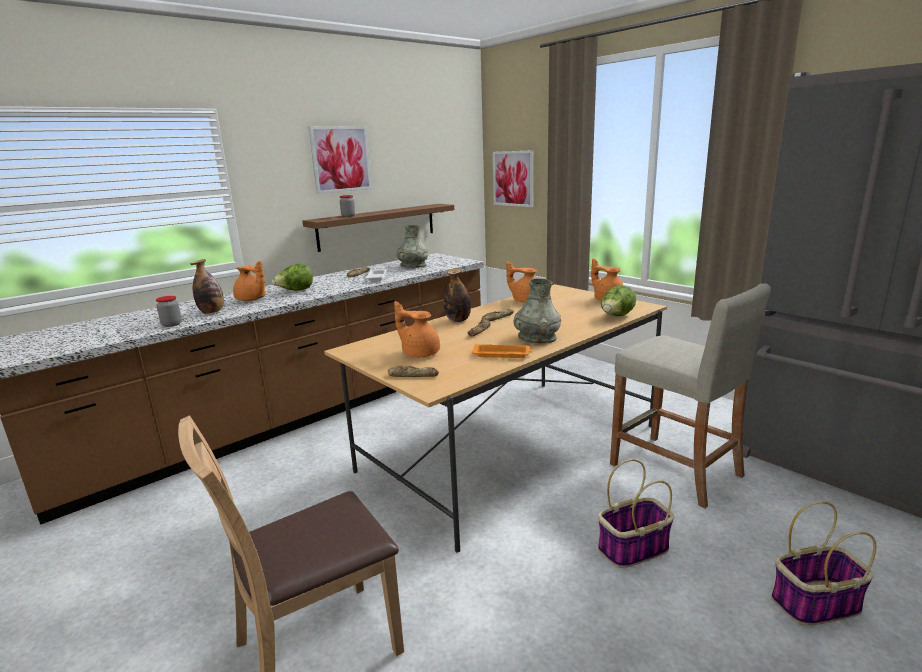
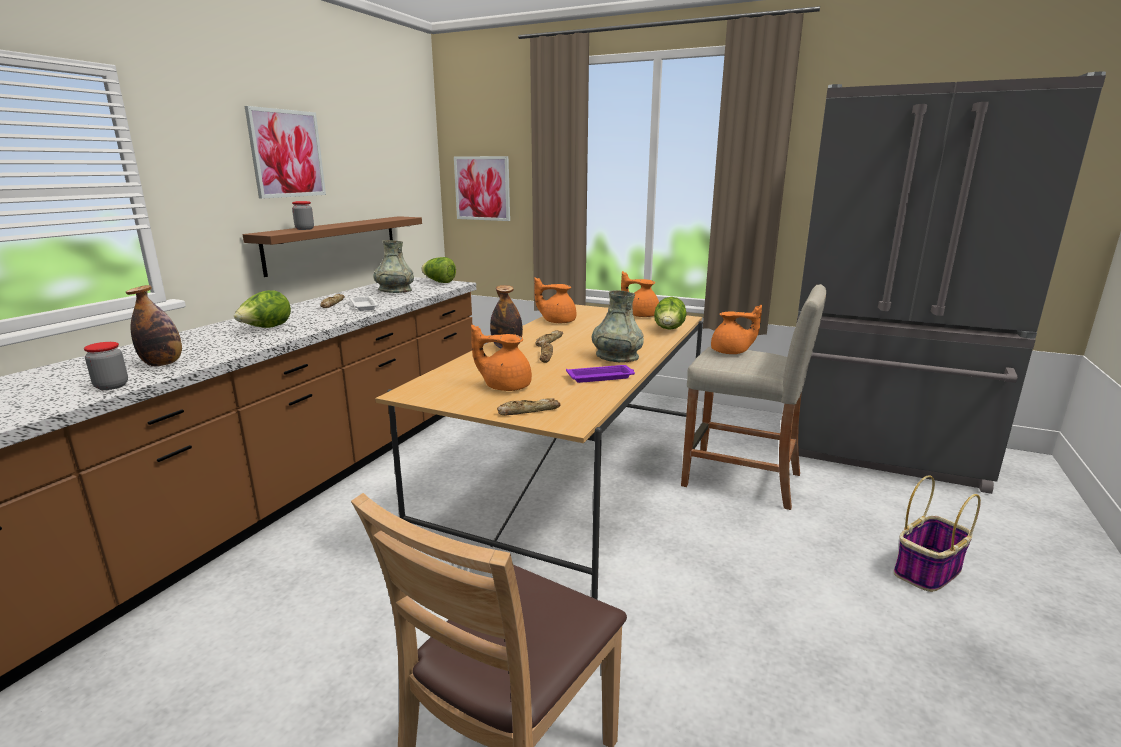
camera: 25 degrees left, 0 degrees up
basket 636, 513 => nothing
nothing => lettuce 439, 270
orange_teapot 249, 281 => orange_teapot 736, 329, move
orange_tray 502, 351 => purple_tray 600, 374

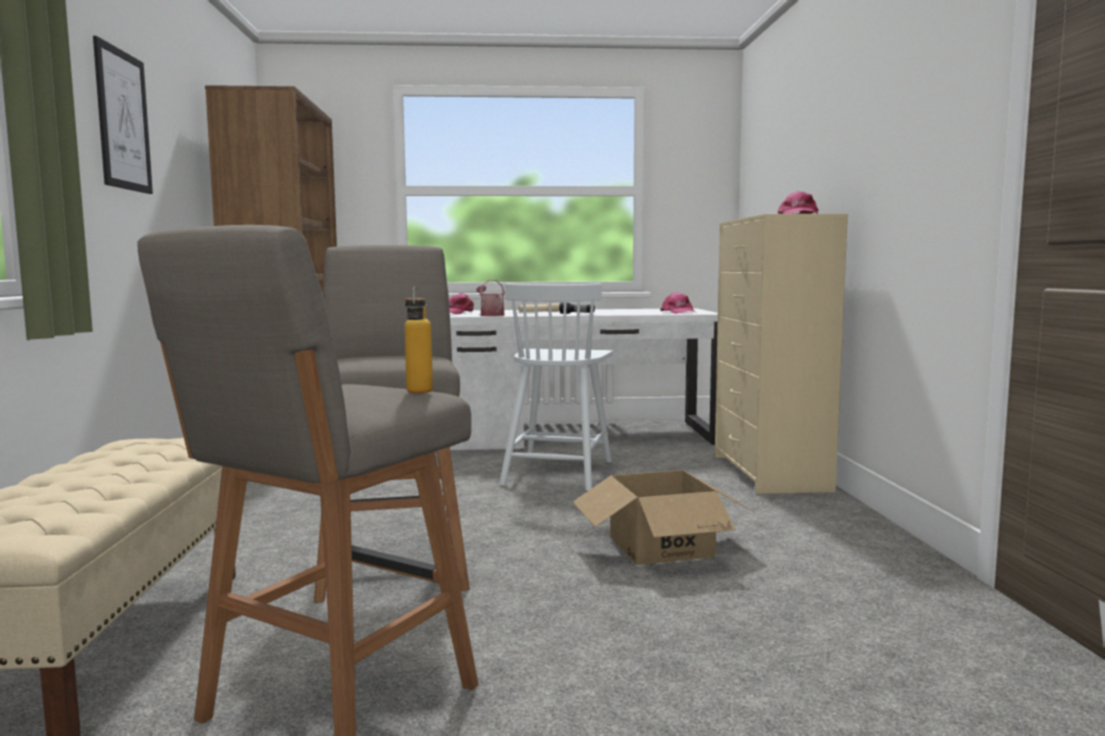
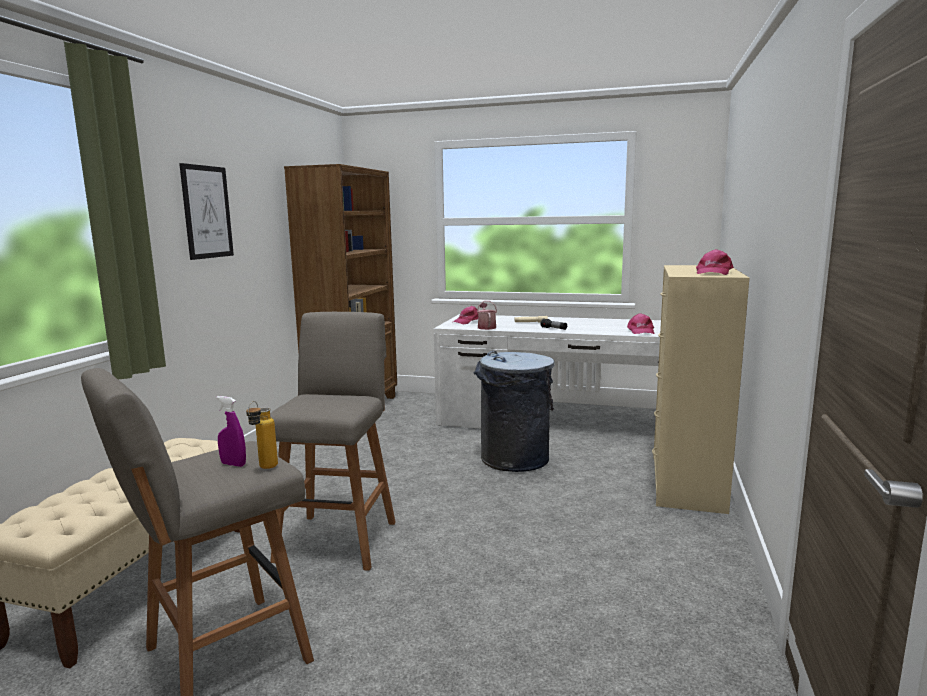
camera: 20 degrees right, 5 degrees up
cardboard_box 663, 517 => nothing
nothing => purple_spray_bottle 231, 431
white_chair 556, 387 => grey_trash_can 514, 411

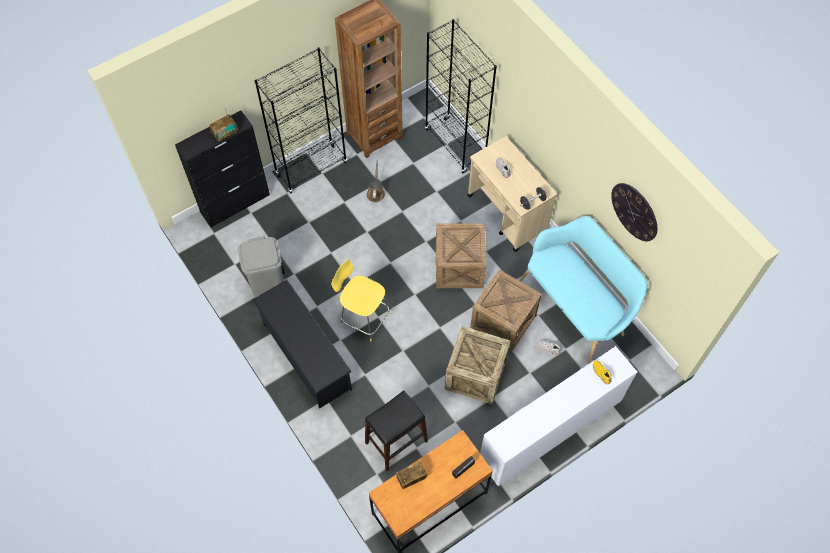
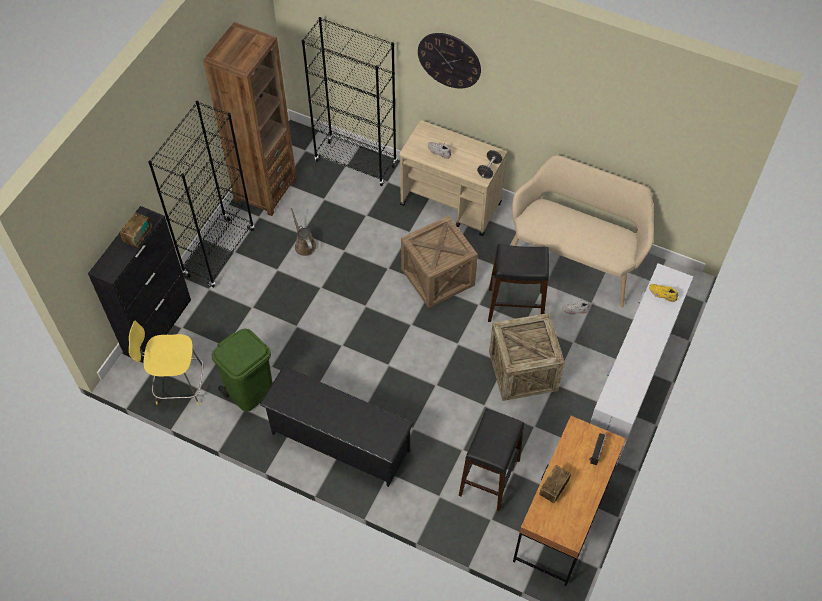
camera: 30 degrees left, 5 degrees down
yellow_stool 360, 300 => yellow_stool 166, 363, move
wall_clock 634, 212 => wall_clock 449, 61, move
crate 506, 310 => black_stool 518, 283
grey_trash_can 261, 267 => green_trash_can 242, 370
turquoise_bench 583, 290 => beige_bench 582, 231

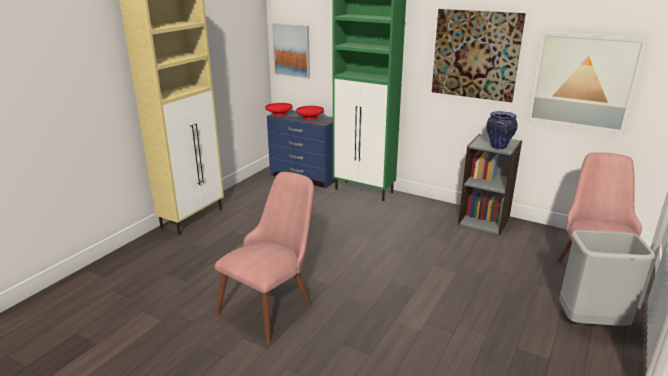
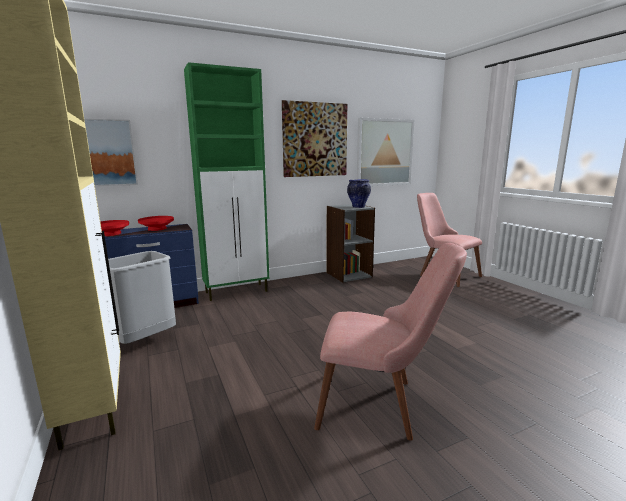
camera: 55 degrees left, 10 degrees down
grey_trash_can 607, 278 => grey_trash_can 142, 297, move
pink_chair 265, 258 => pink_chair 390, 342, 120 degrees clockwise

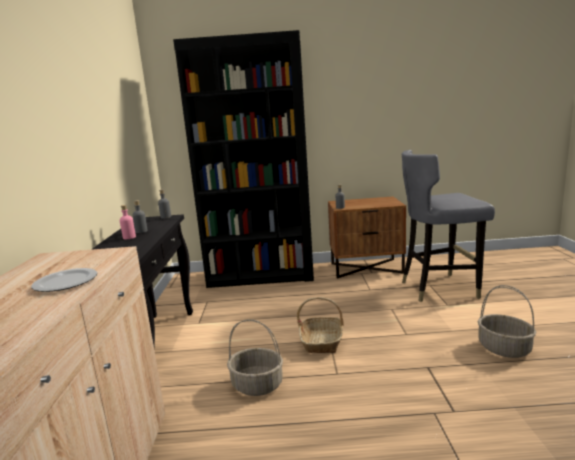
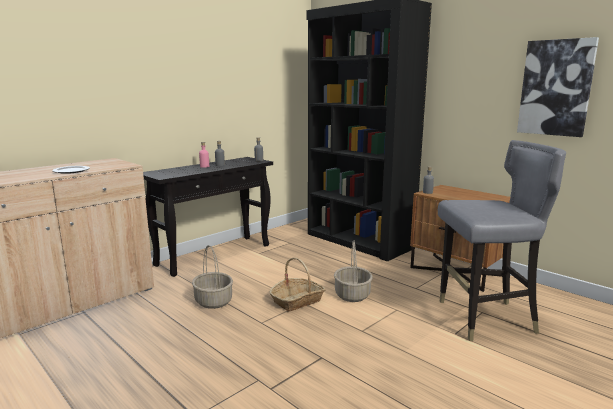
camera: 45 degrees right, 0 degrees up
nothing => picture 558, 87
basket 506, 321 => basket 353, 271, move
grey_chair 448, 226 => grey_chair 502, 240, 135 degrees clockwise

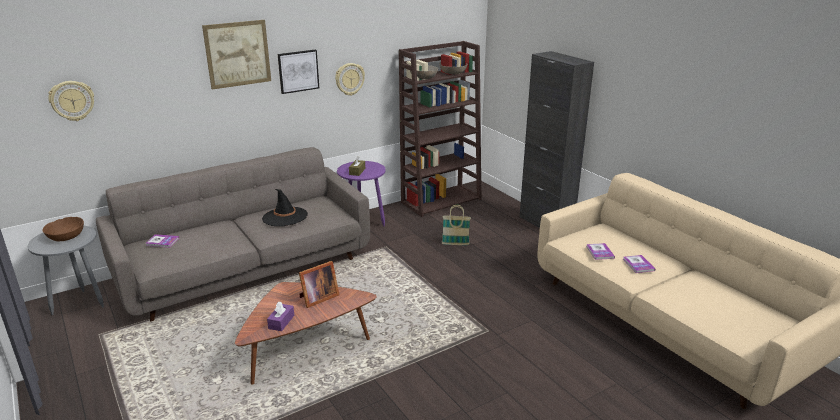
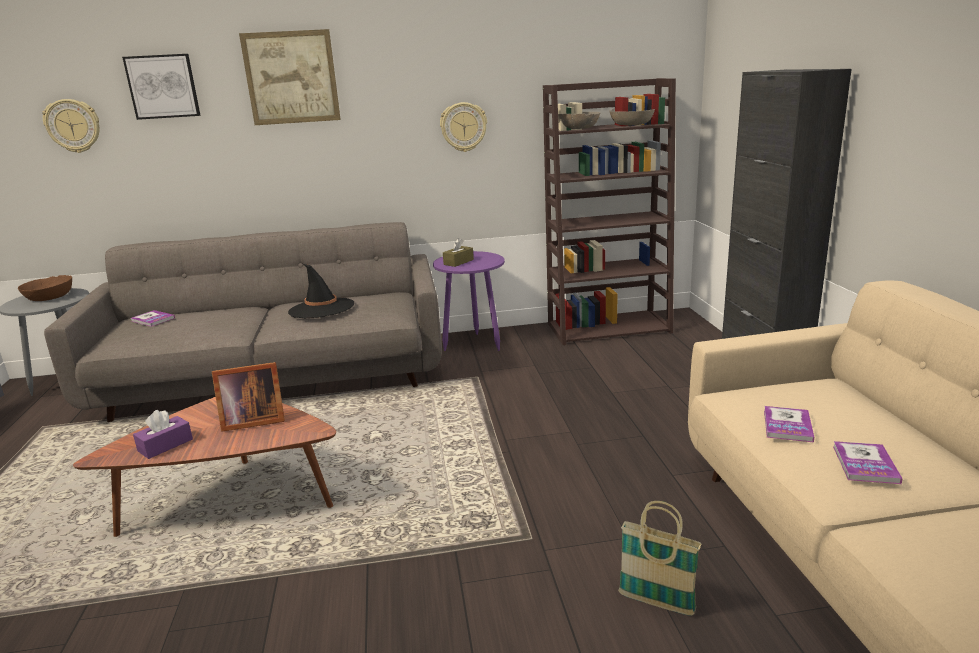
camera: 25 degrees right, 5 degrees down
picture 298, 72 => picture 161, 87, move
basket 456, 225 => basket 659, 558, move

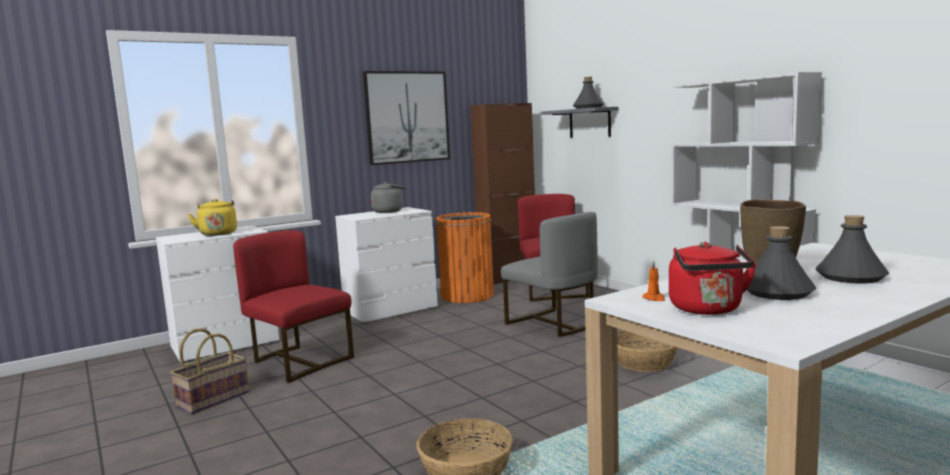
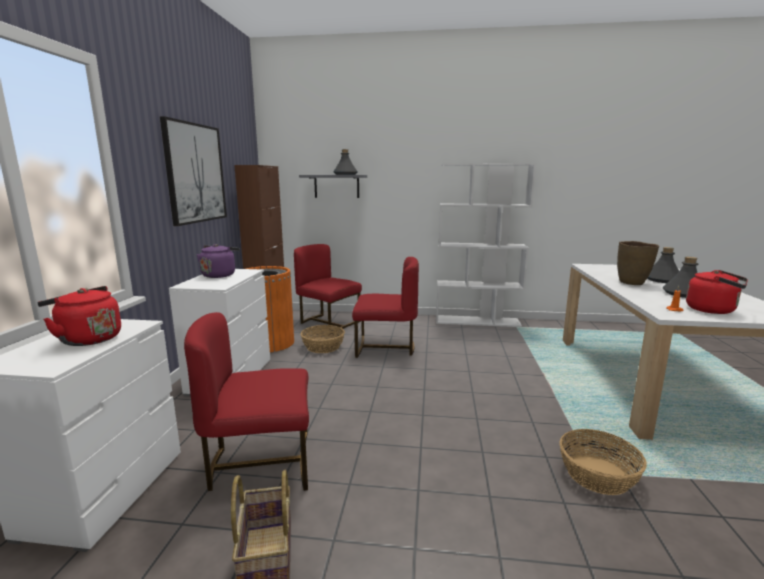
camera: 50 degrees left, 5 degrees up
basket 647, 351 => basket 323, 339, move
yellow_kettle 212, 217 => red_kettle 79, 316
grey_kettle 388, 197 => purple_kettle 218, 261
grey_chair 549, 274 => red_chair 385, 307

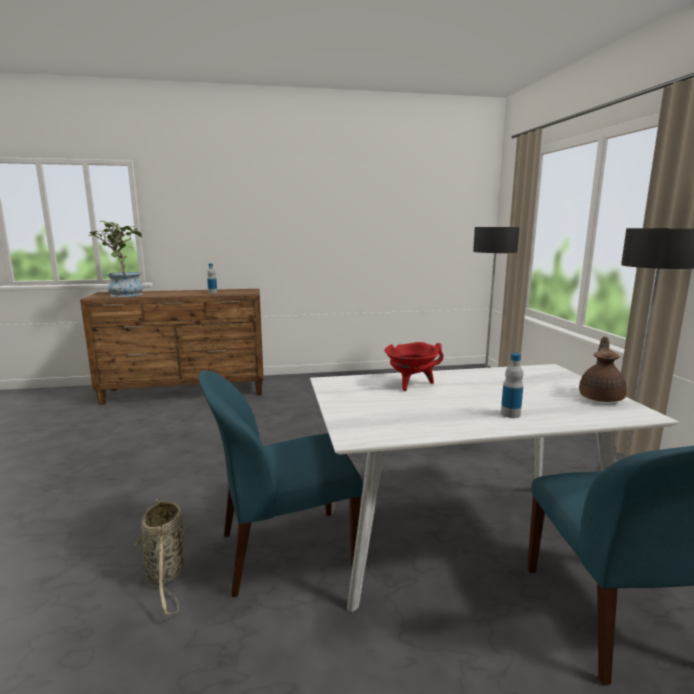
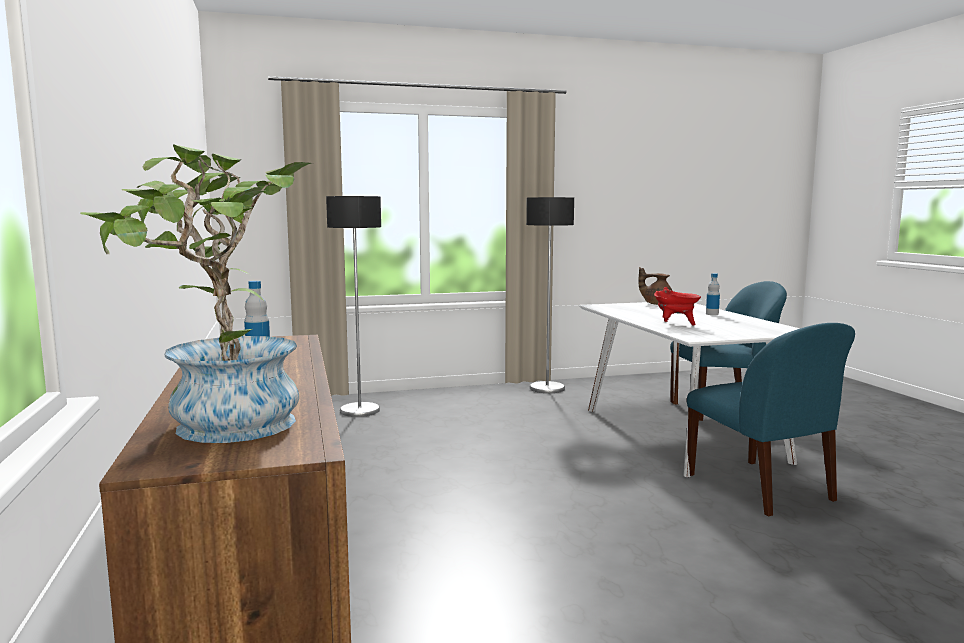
camera: 95 degrees left, 5 degrees down
basket 160, 556 => nothing

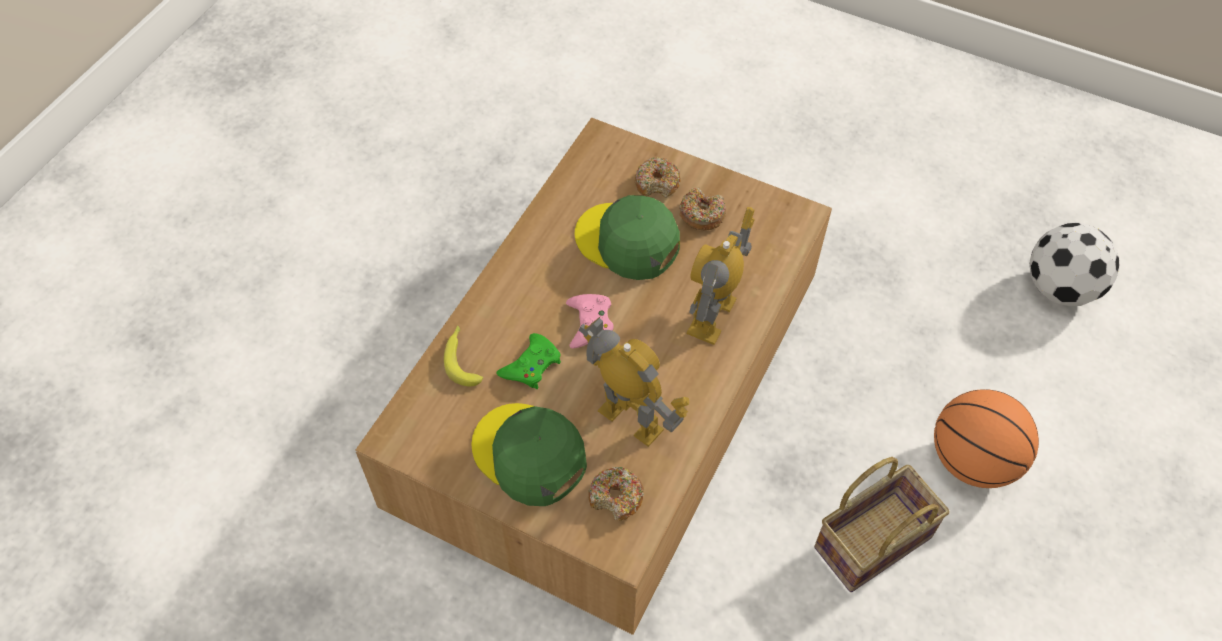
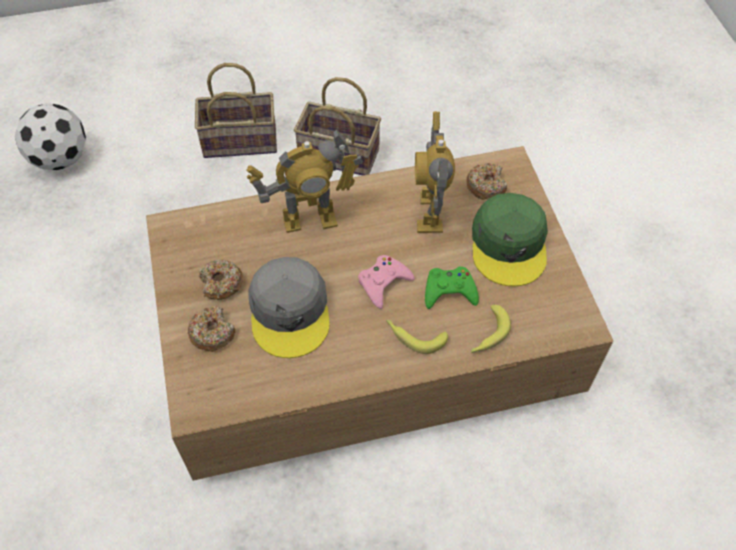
camera: 130 degrees left, 0 degrees up
nothing => banana 417, 337
basketball 986, 438 => basket 236, 110
green_cap 627, 237 => grey_cap 289, 307

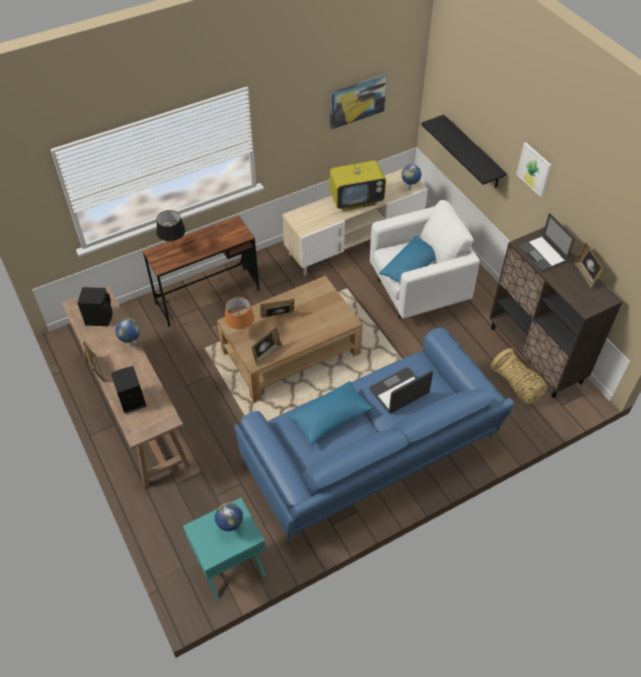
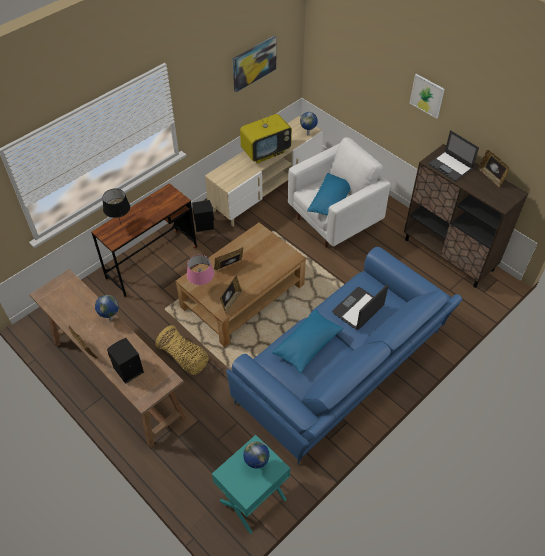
camera: 15 degrees left, 0 degrees up
black_shelf 464, 151 => nothing
black_speaker 95, 306 => black_speaker 203, 216, move
basket 518, 376 => basket 182, 350, move
orange_table_lamp 239, 316 => pink_table_lamp 200, 272

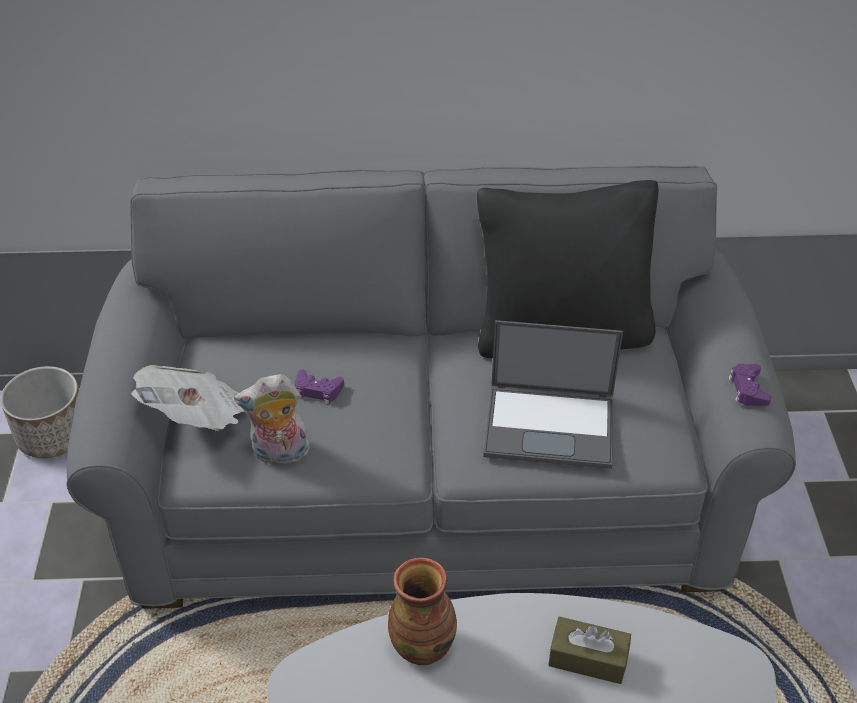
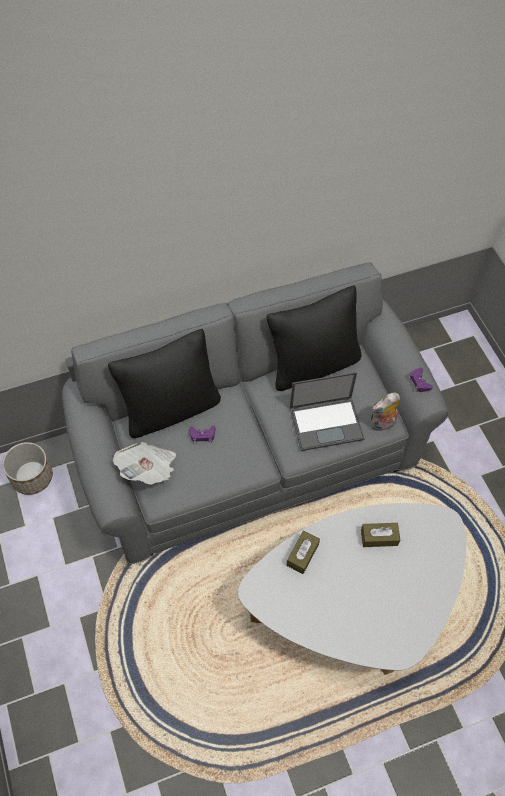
camera: 20 degrees left, 15 degrees up
nothing => black_pillow 164, 383
plush_toy 272, 419 => plush_toy 385, 412, move
vase 422, 611 => brown_tissue_box 303, 552

